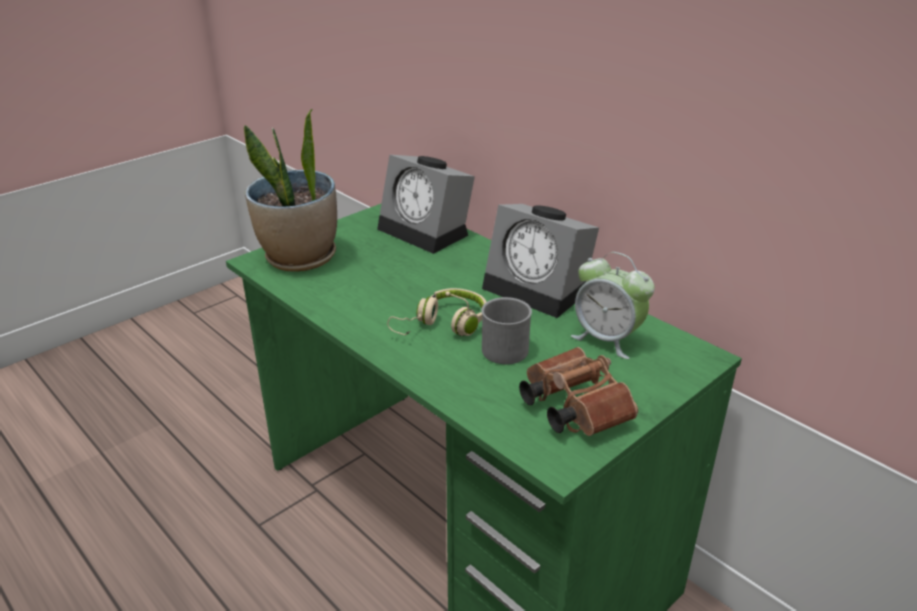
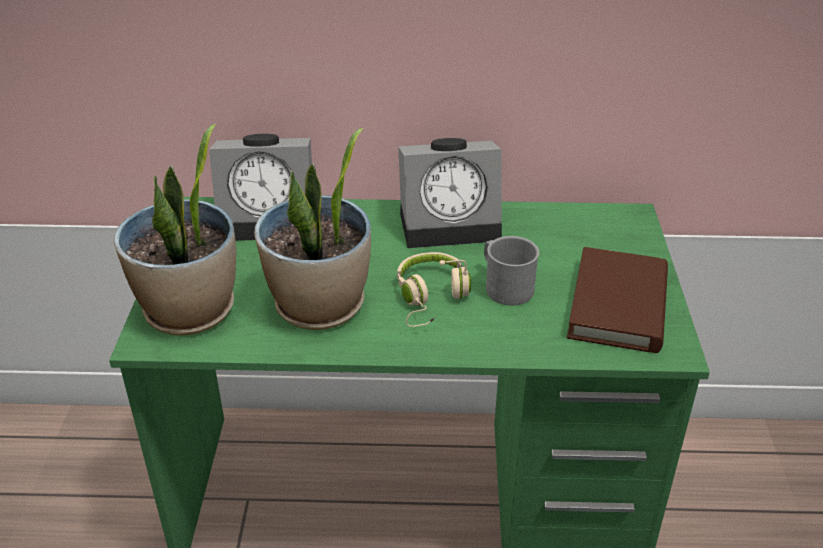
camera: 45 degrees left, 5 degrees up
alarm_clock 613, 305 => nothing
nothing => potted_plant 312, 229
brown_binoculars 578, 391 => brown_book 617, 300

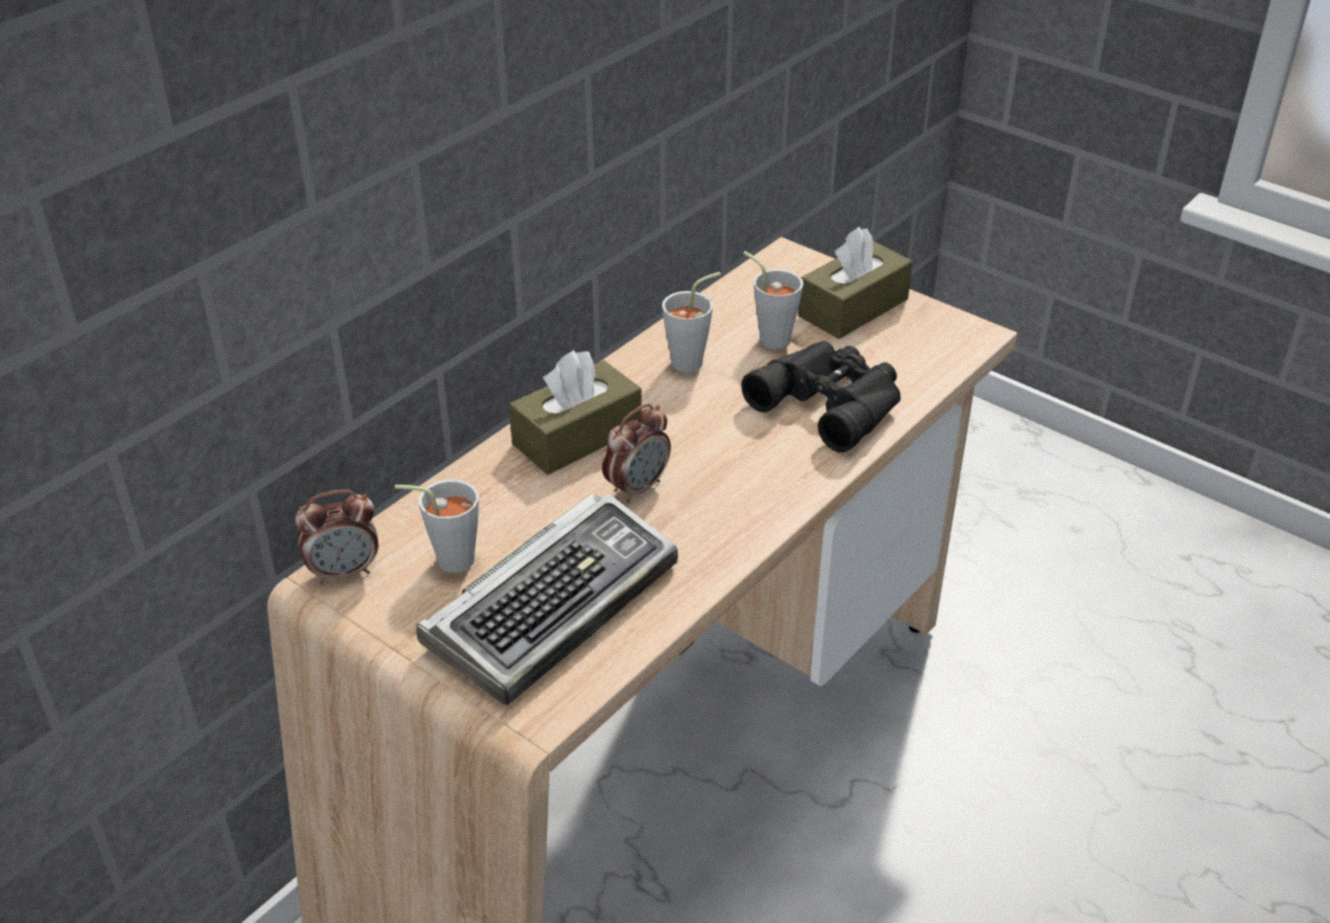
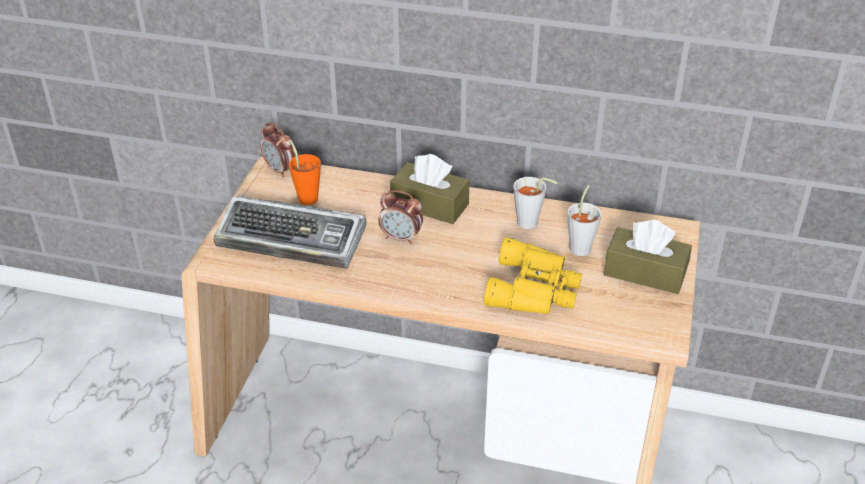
camera: 65 degrees right, 0 degrees up
grey_cup 437, 526 => orange_cup 305, 172
black_binoculars 821, 397 => yellow_binoculars 533, 275

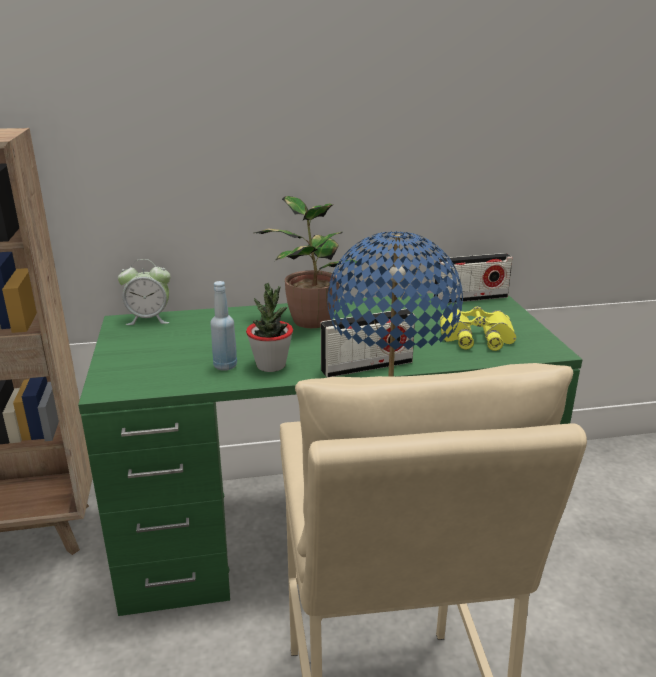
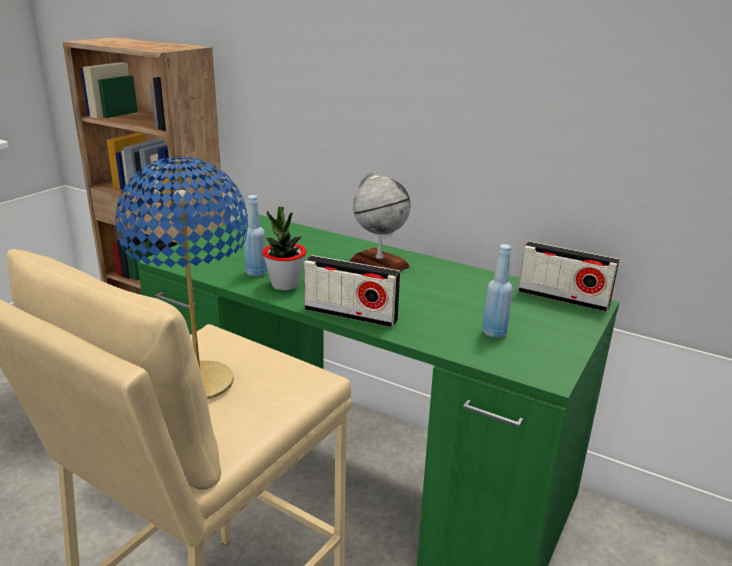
camera: 40 degrees right, 0 degrees up
alarm_clock 144, 292 => nothing
potted_plant 306, 262 => globe 380, 221
yellow_binoculars 478, 328 => blue_bottle 497, 291

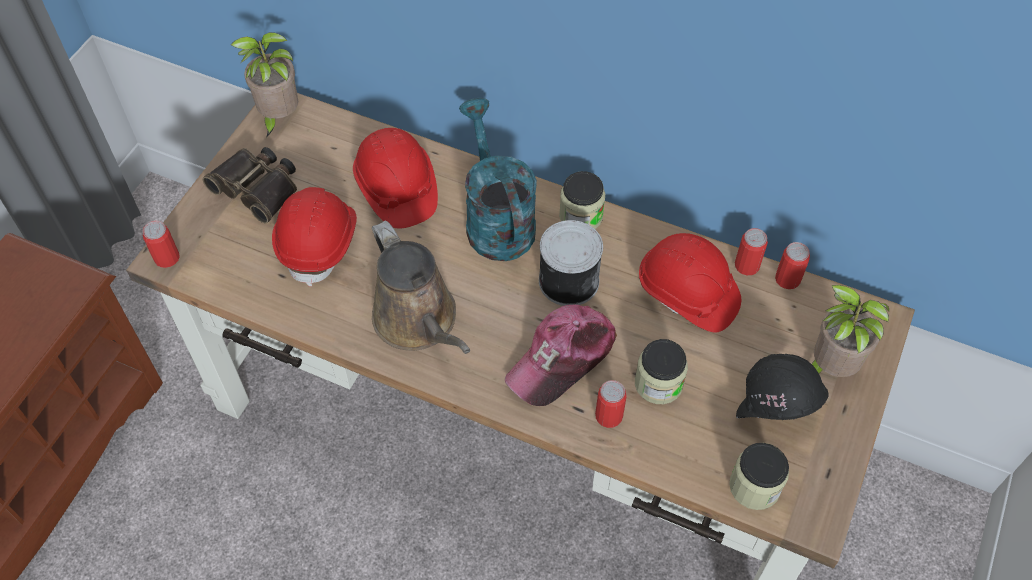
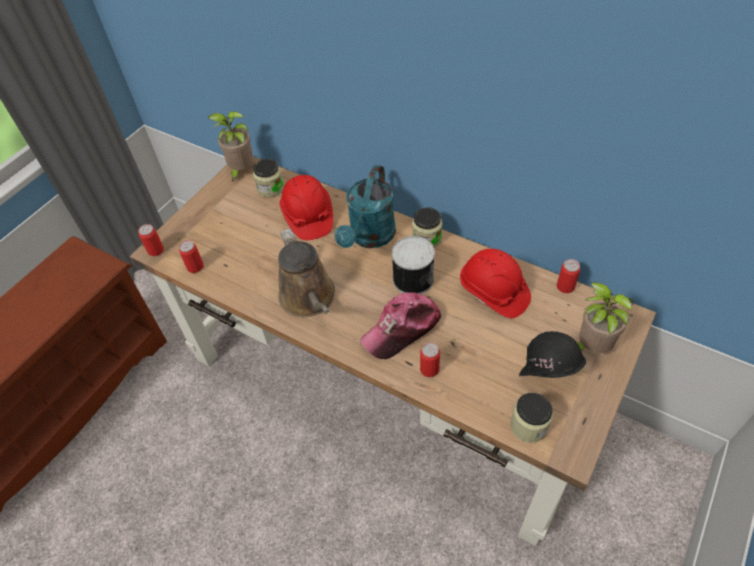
camera: 10 degrees right, 5 degrees down
binoculars 249, 185 => nothing
red_hard_hat 314, 236 => nothing
jar 661, 371 => jar 268, 178, move
can 751, 251 => can 191, 256, move
turquoise_watering_can 498, 179 => turquoise_watering_can 365, 206, 150 degrees counterclockwise

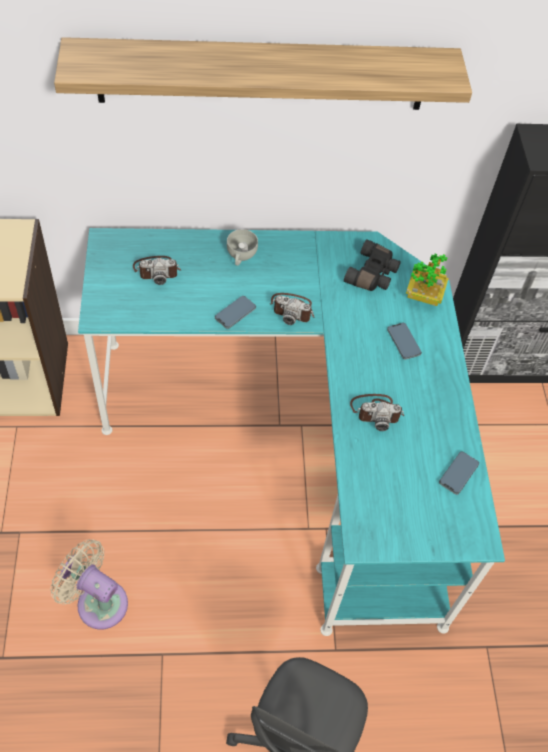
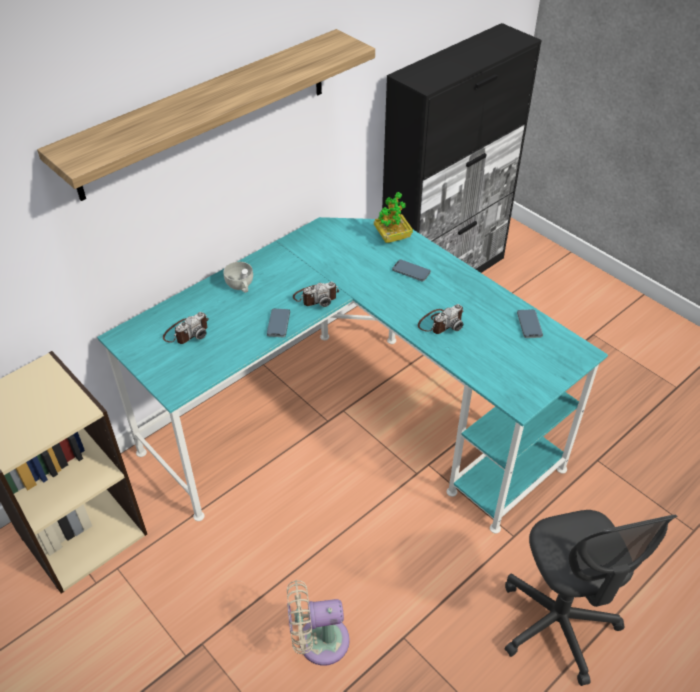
camera: 35 degrees left, 10 degrees down
black_binoculars 372, 265 => nothing

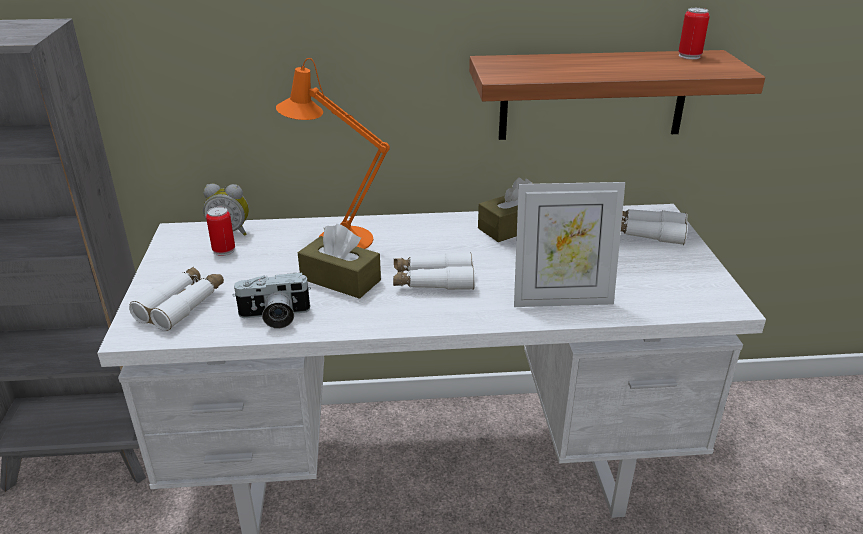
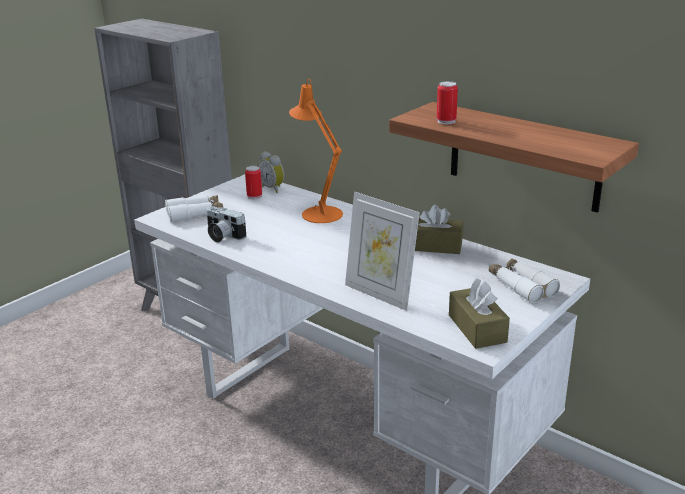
camera: 45 degrees right, 5 degrees down
white_binoculars 434, 271 => nothing
brown_tissue_box 339, 261 => brown_tissue_box 479, 313, move
can 694, 33 => can 447, 102, move

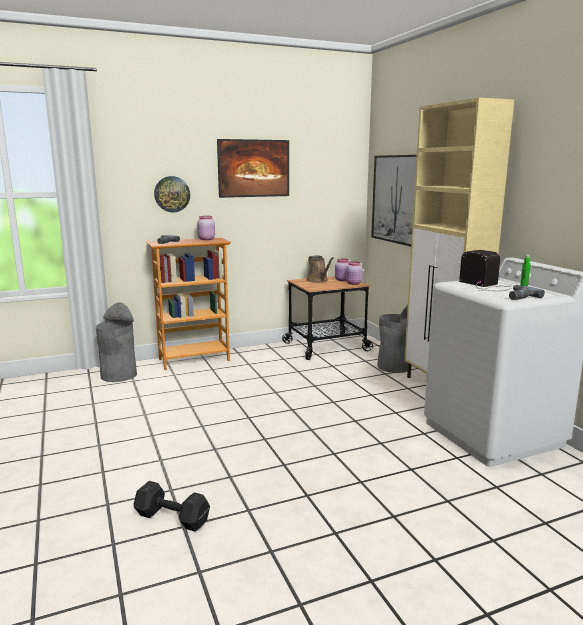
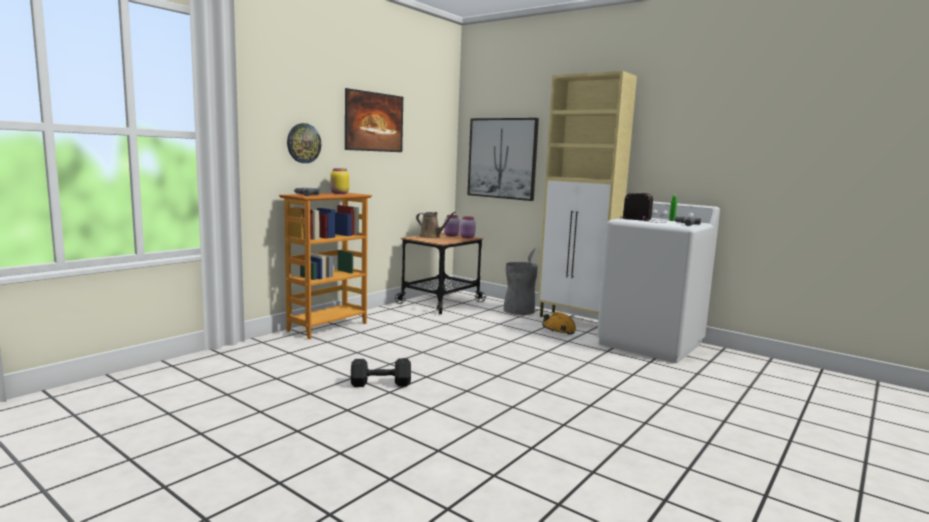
camera: 30 degrees left, 5 degrees down
grey_trash_can 116, 342 => nothing
nothing => orange_hard_hat 559, 323
black_dumbbell 172, 506 => black_dumbbell 381, 372, move
pink_jar 206, 228 => yellow_jar 339, 181

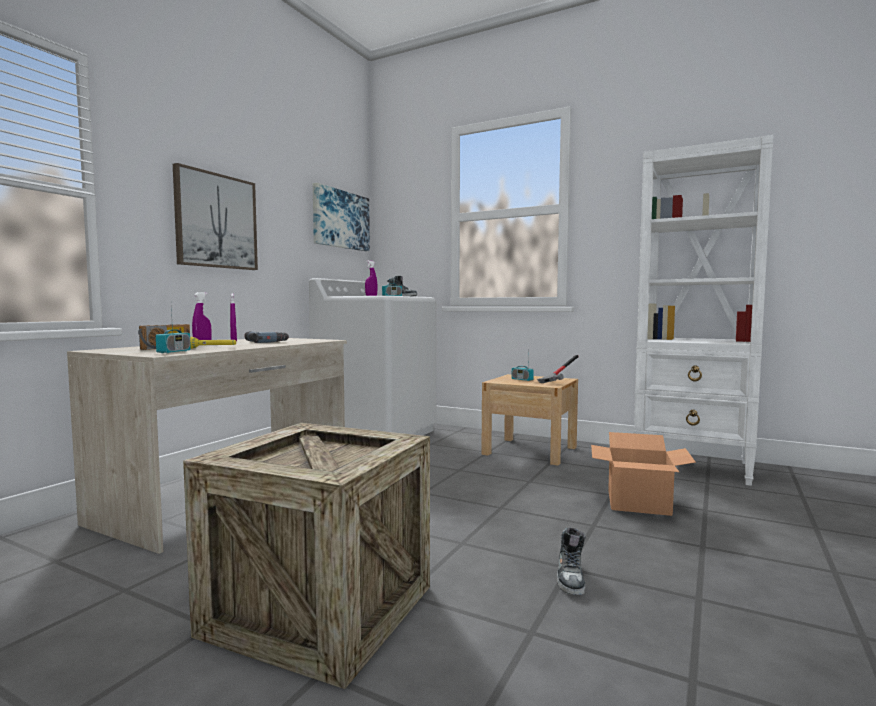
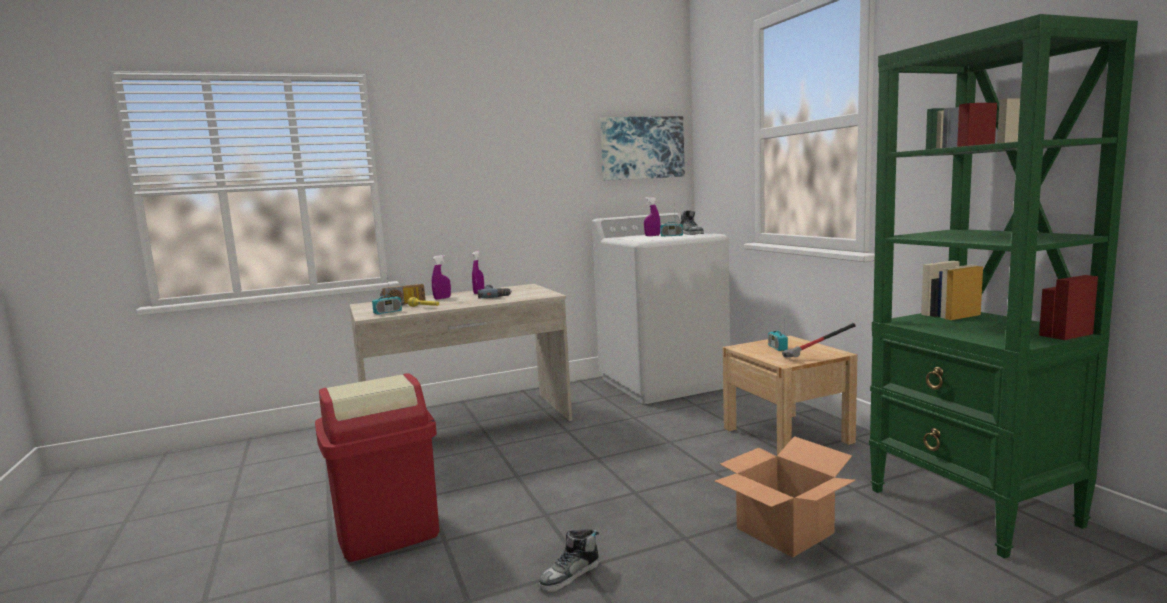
camera: 40 degrees right, 5 degrees up
picture 215, 216 => nothing
crate 306, 556 => red_trash_can 377, 467
white_bookcase 703, 310 => green_bookcase 1003, 286

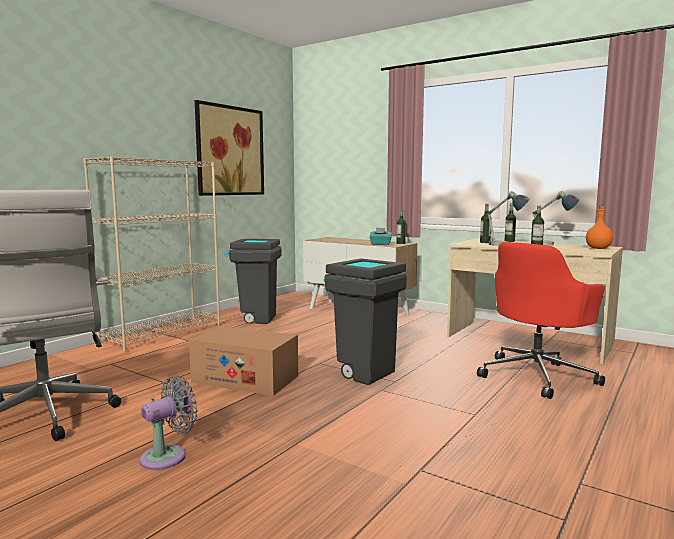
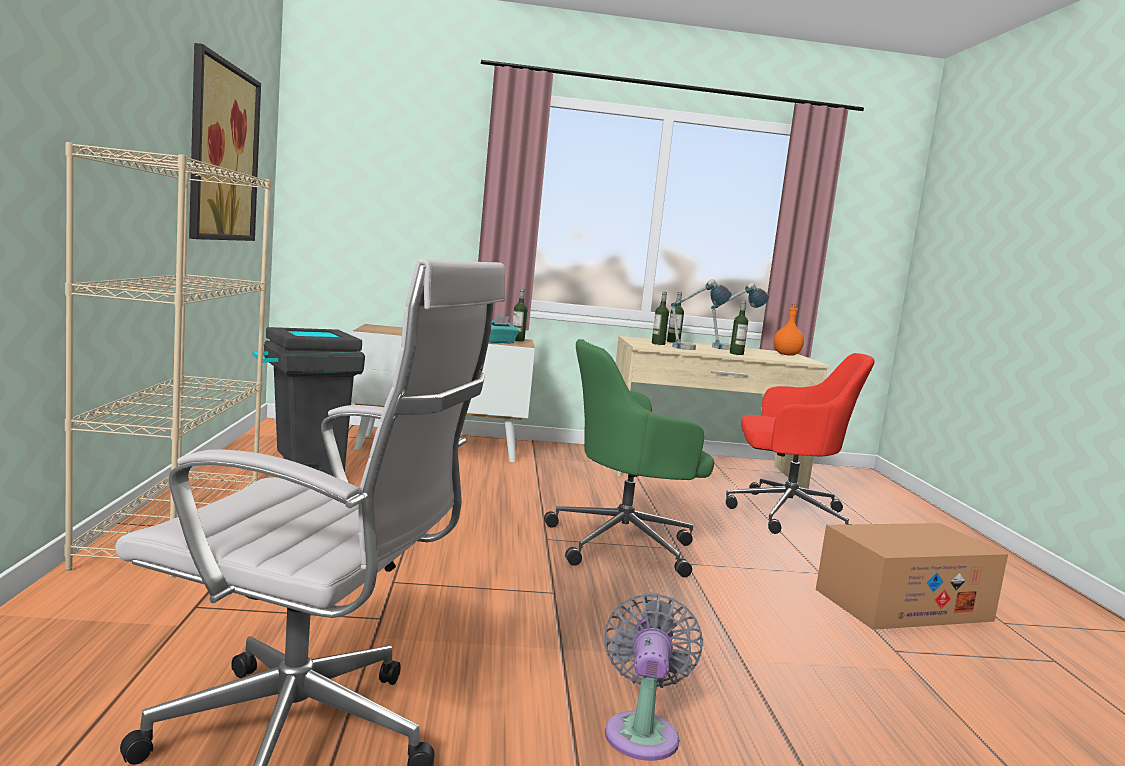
camera: 40 degrees left, 0 degrees up
cardboard_box 243, 361 => cardboard_box 912, 576, move
grey_trash_can 365, 321 => green_office_chair 629, 458
red_office_chair 541, 320 => red_office_chair 800, 443, 90 degrees counterclockwise

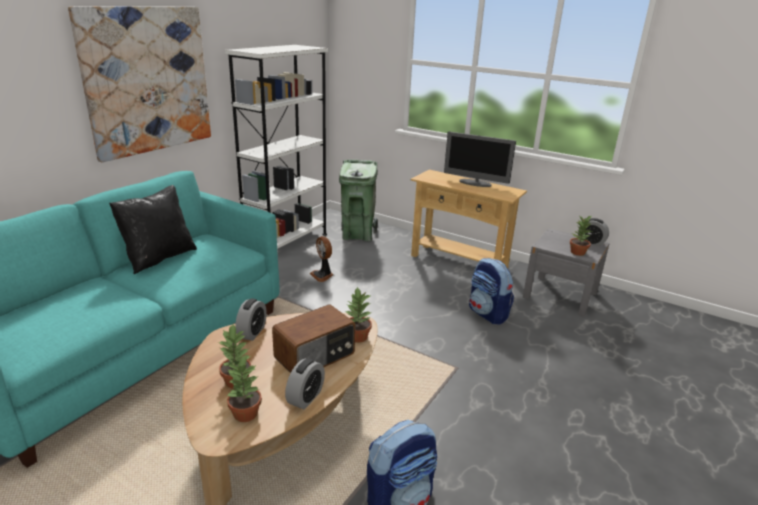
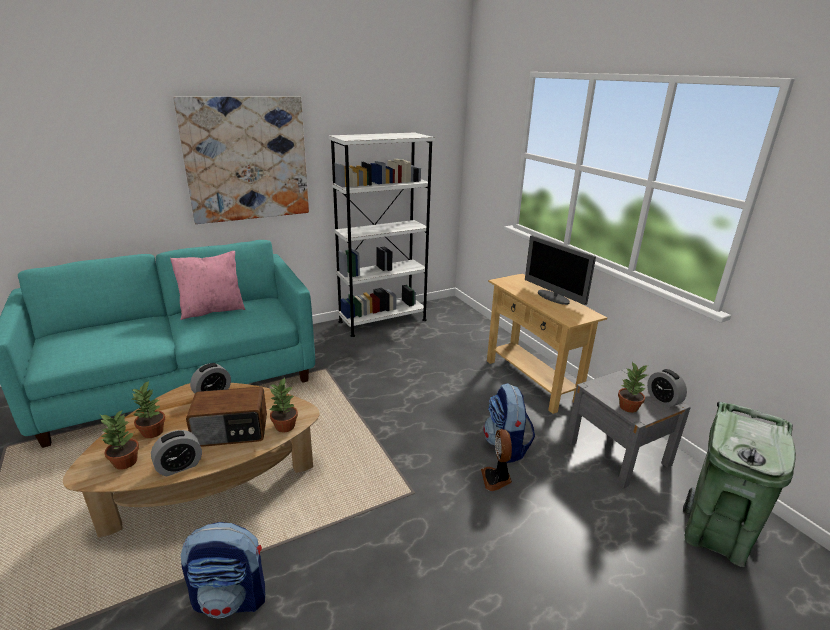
camera: 30 degrees right, 0 degrees up
fan 322, 259 => fan 496, 460, move
green_trash_can 358, 200 => green_trash_can 739, 484, move
black_pillow 153, 229 => pink_pillow 208, 285

